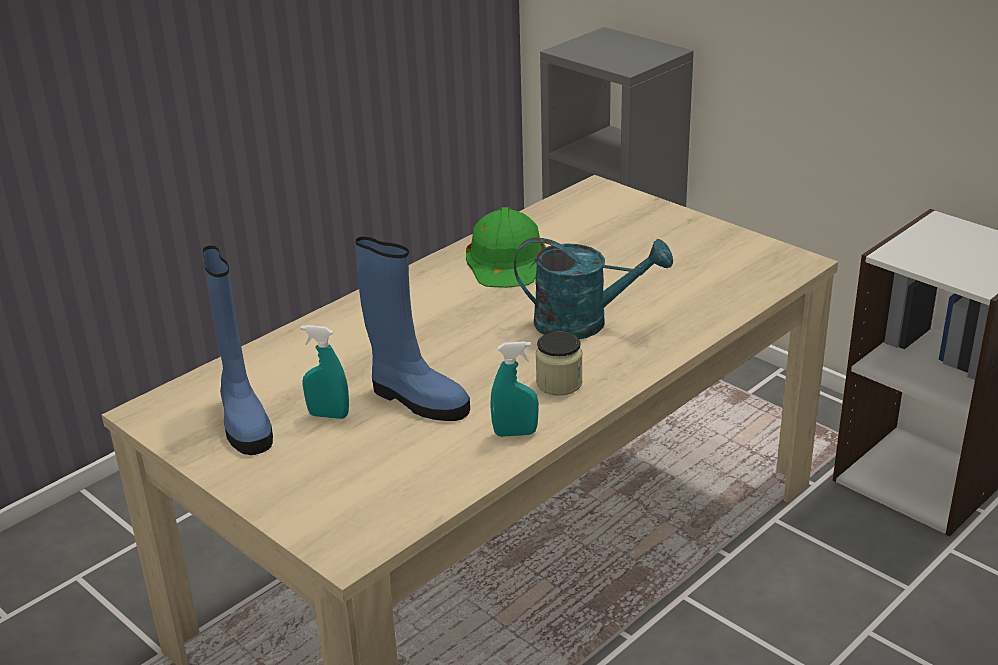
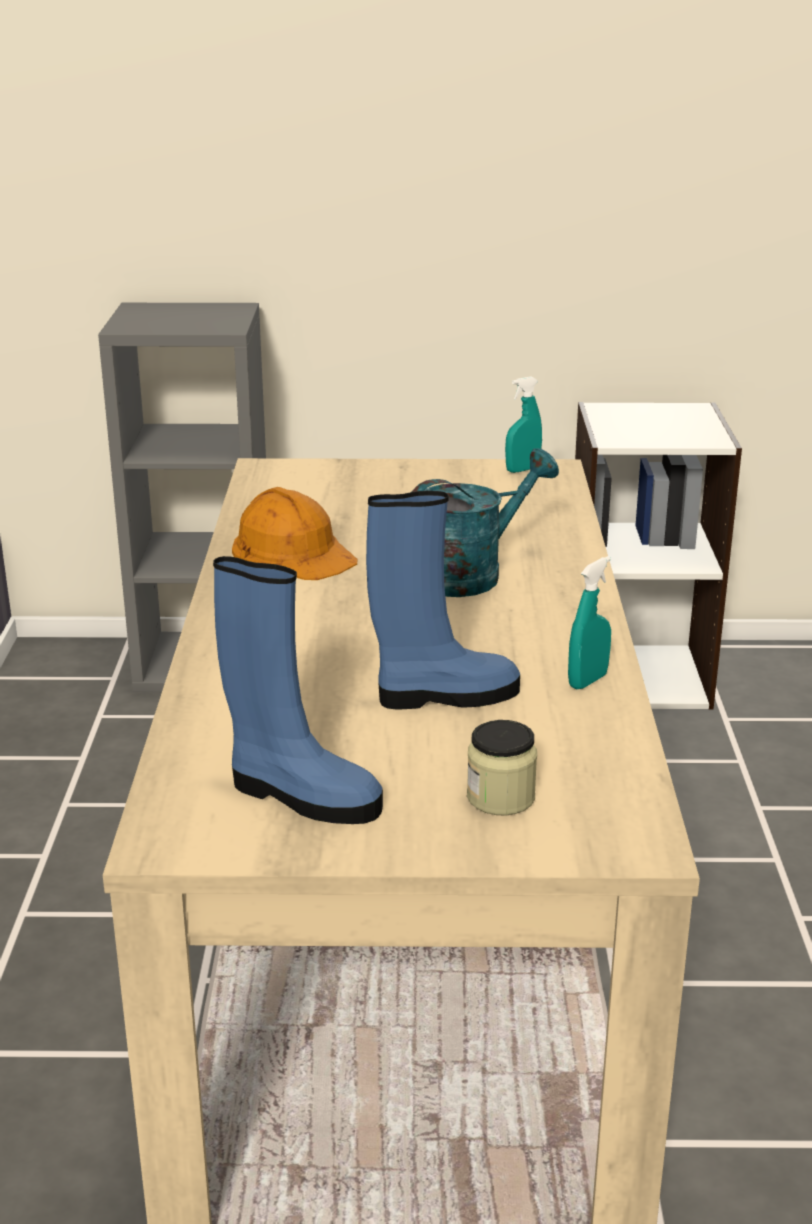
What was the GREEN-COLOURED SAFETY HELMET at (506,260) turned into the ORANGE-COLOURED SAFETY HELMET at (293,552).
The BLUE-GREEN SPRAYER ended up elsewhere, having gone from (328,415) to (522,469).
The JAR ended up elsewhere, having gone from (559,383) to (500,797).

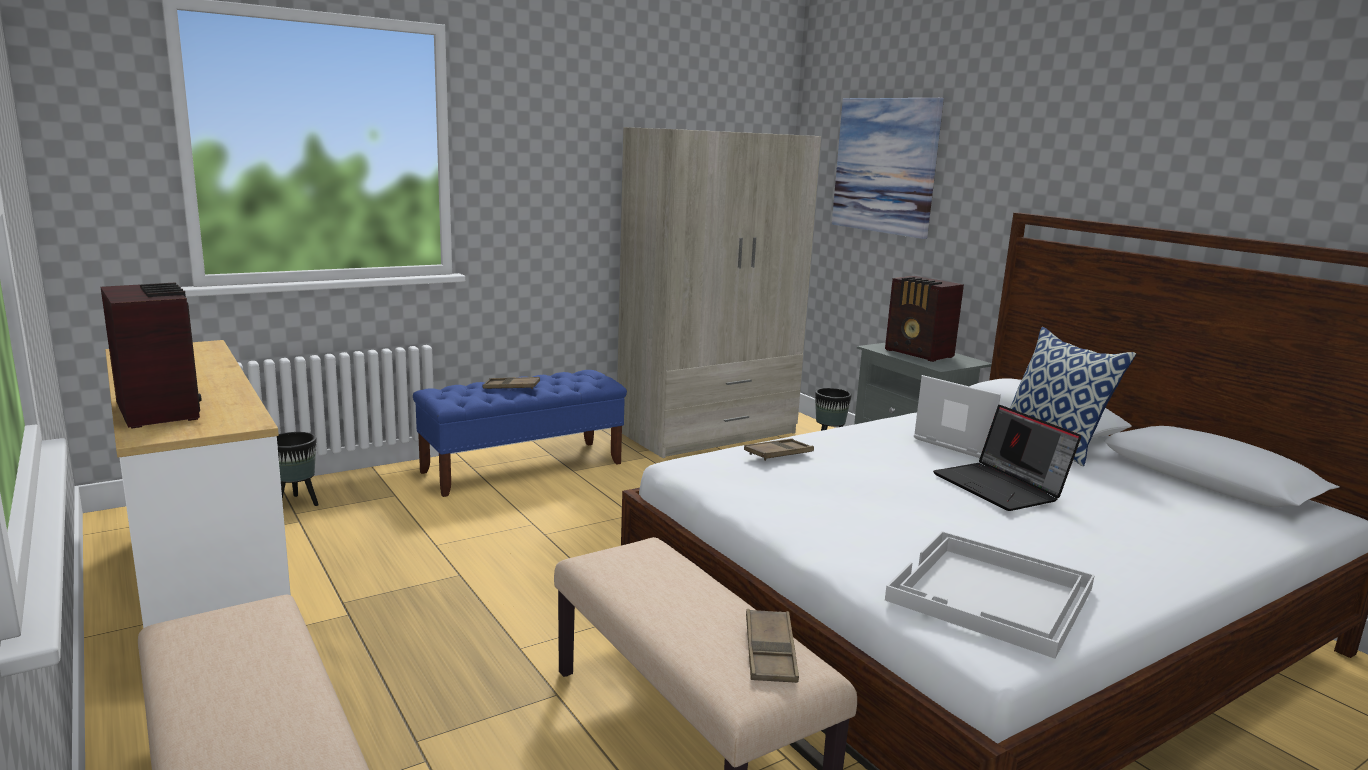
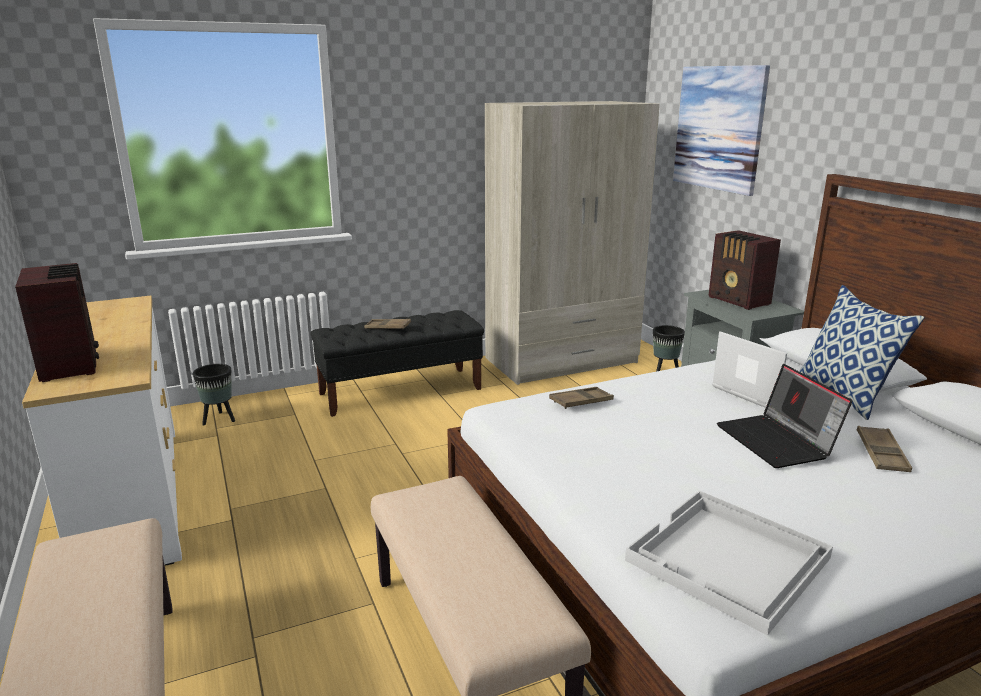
What was the BLUE-COLOURED INDOOR BENCH at (523,467) turned into the BLACKISH INDOOR BENCH at (401,391).
The BROWNISH TRAY ended up elsewhere, having gone from (770,652) to (881,454).

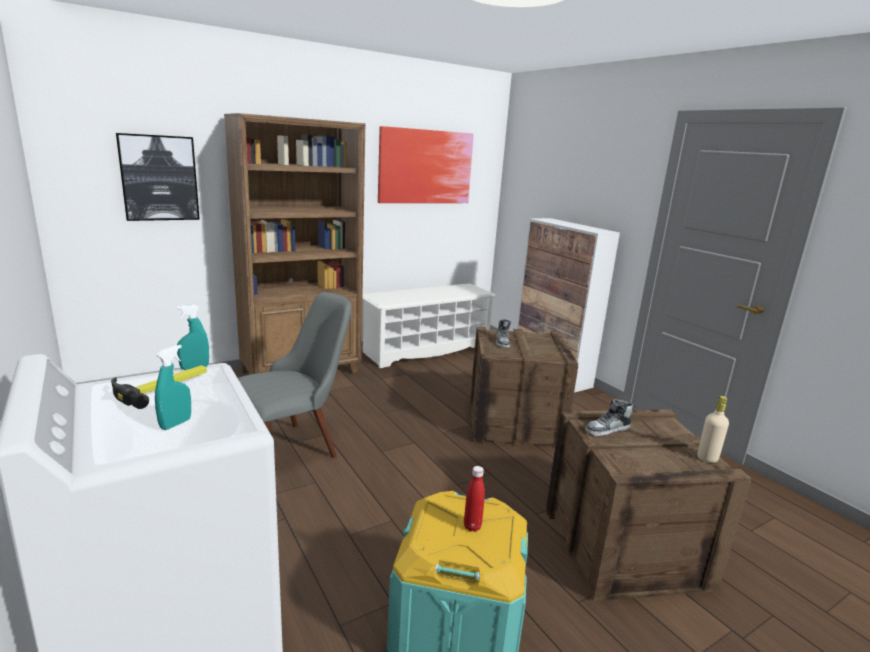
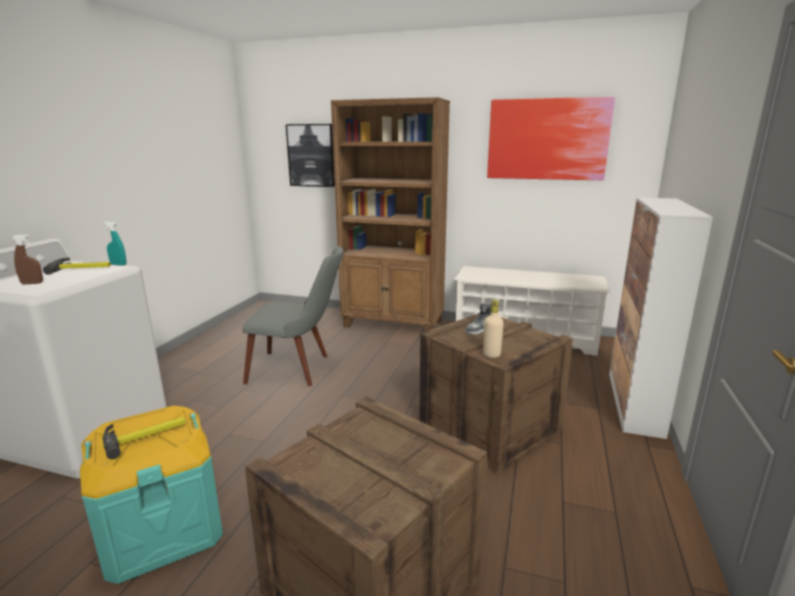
What was the BLUE-GREEN SPRAYER at (176,424) turned into the BROWNISH SPRAYER at (32,283).
The BEIGE BOTTLE ended up elsewhere, having gone from (707,458) to (491,355).
The second view lost the SHOE at (608,429).
Where the RED-COLOURED BOTTLE stood at (472,526), the HAND HAMMER came to stand at (145,435).

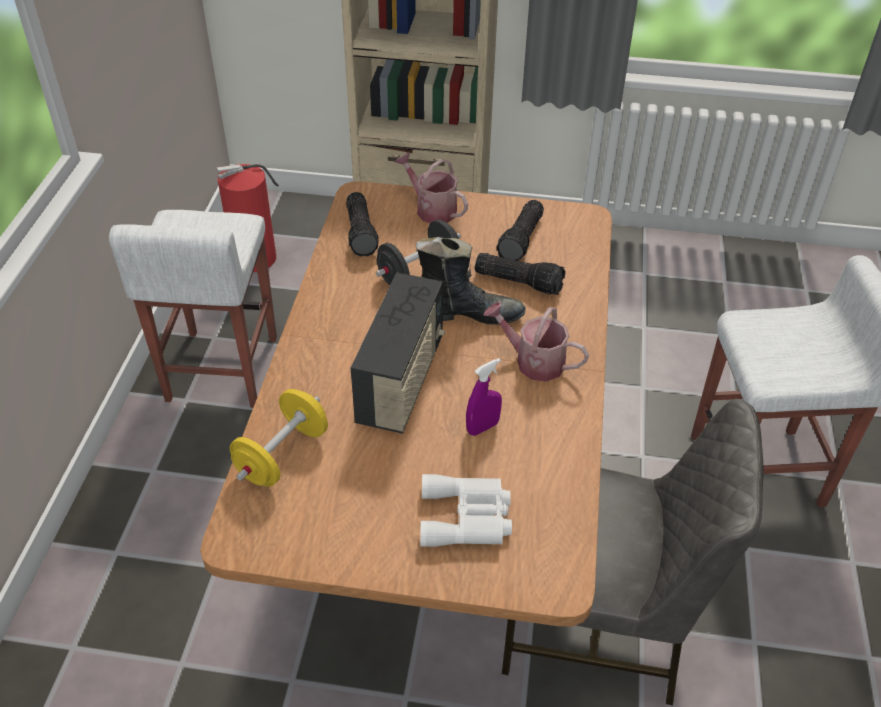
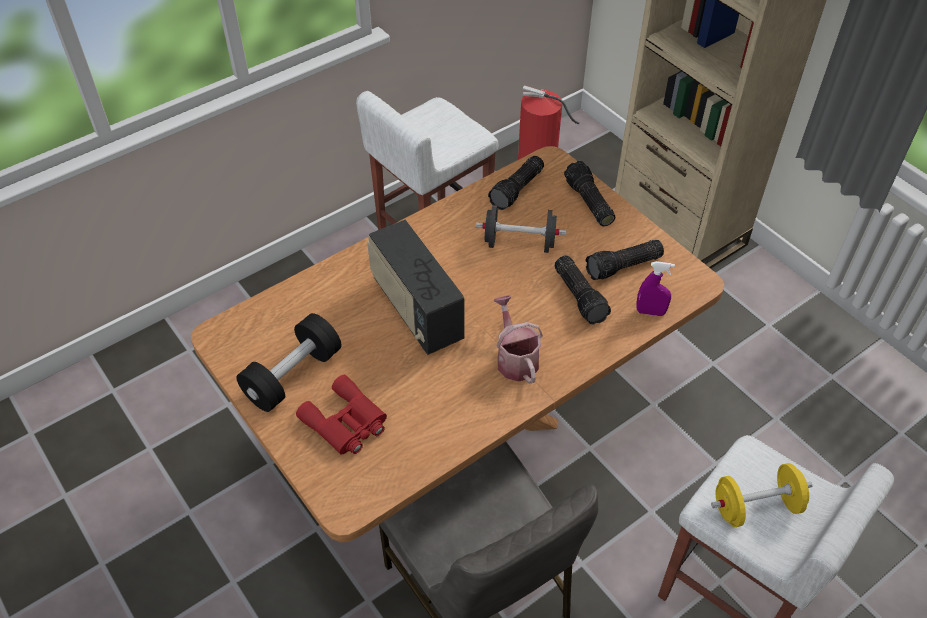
Where the WATERING POT stood at (432,209), the TORCH came to stand at (587,202).
The second view lost the BLACKISH BOOT at (469,314).
The RADIO RECEIVER at (402,381) ended up facing another way, 90 degrees clockwise from before.
The PURPLISH SPRAYER ended up elsewhere, having gone from (482,427) to (650,312).
The YELLOWISH FREE WEIGHT ended up elsewhere, having gone from (282,455) to (756,507).
What was the WHITE BINOCULARS at (467,518) turned into the RED-COLOURED BINOCULARS at (346,423).
The second view gained the BLACKISH FREE WEIGHT at (293,376).

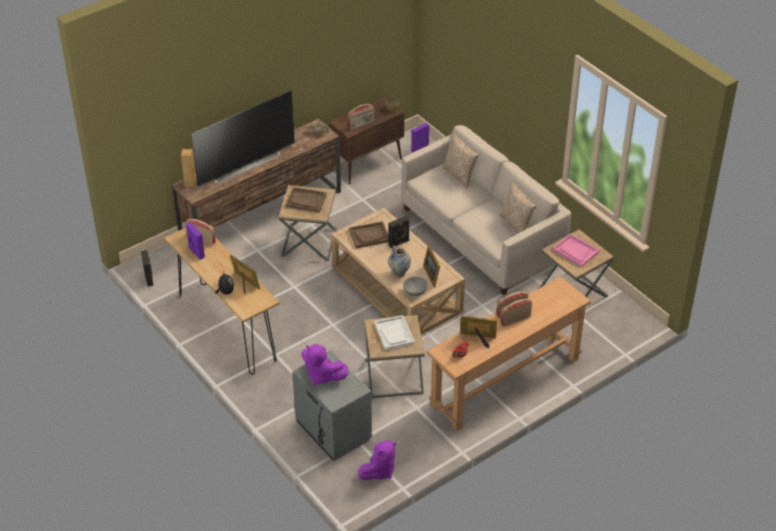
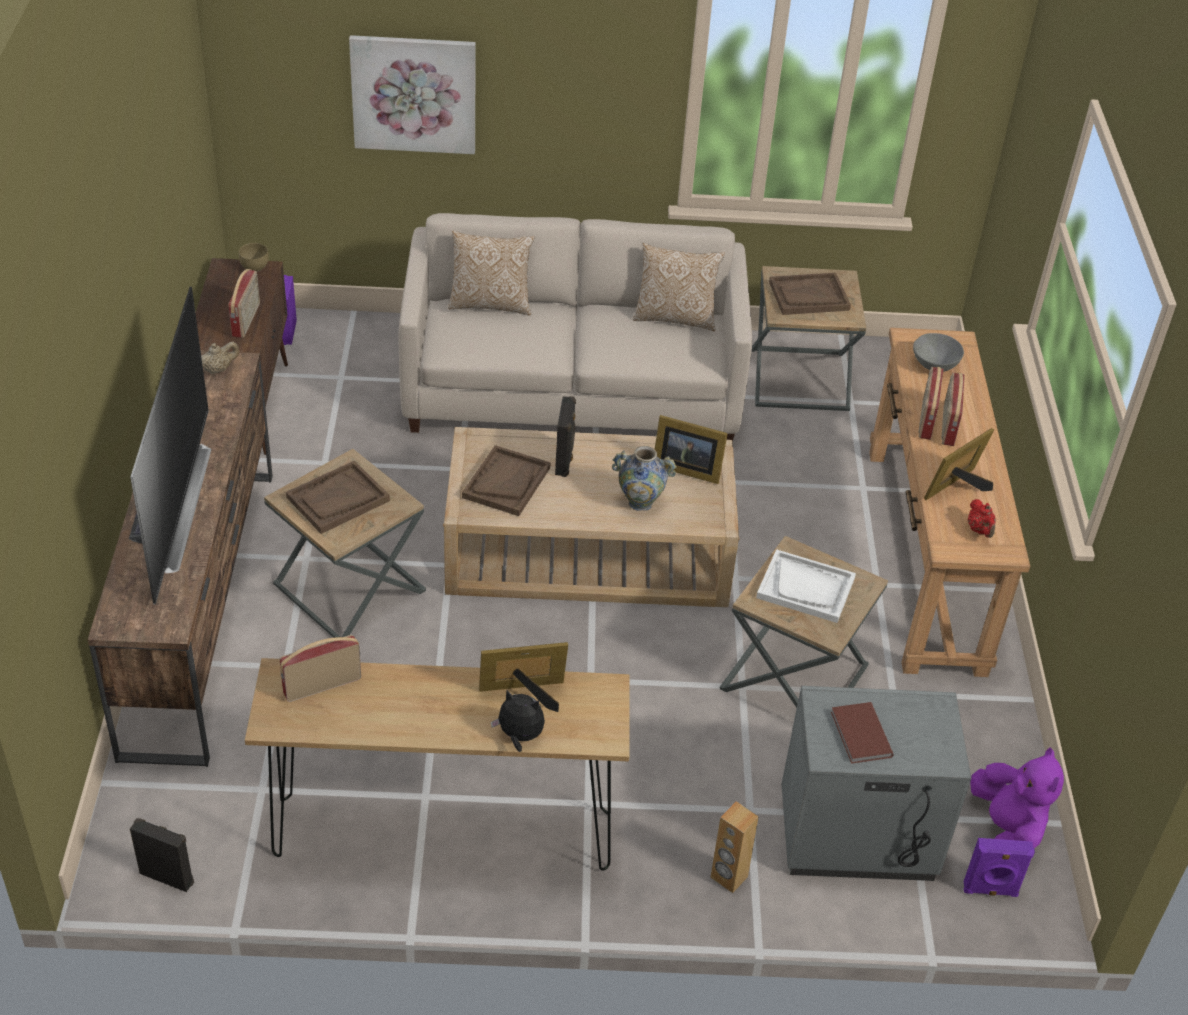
The BROWNISH LOUDSPEAKER ended up elsewhere, having gone from (190,183) to (728,877).
The PURPLISH LOUDSPEAKER ended up elsewhere, having gone from (196,252) to (990,891).
What was the PINKISH TRAY at (575,251) turned into the BROWNISH TRAY at (808,296).
The GREY BOWL ended up elsewhere, having gone from (414,292) to (934,365).
Where the PURPLISH SOFT TOY stood at (322,375), the BROWNISH BOOK came to stand at (859,735).
The second view gained the WALL ART at (414,93).

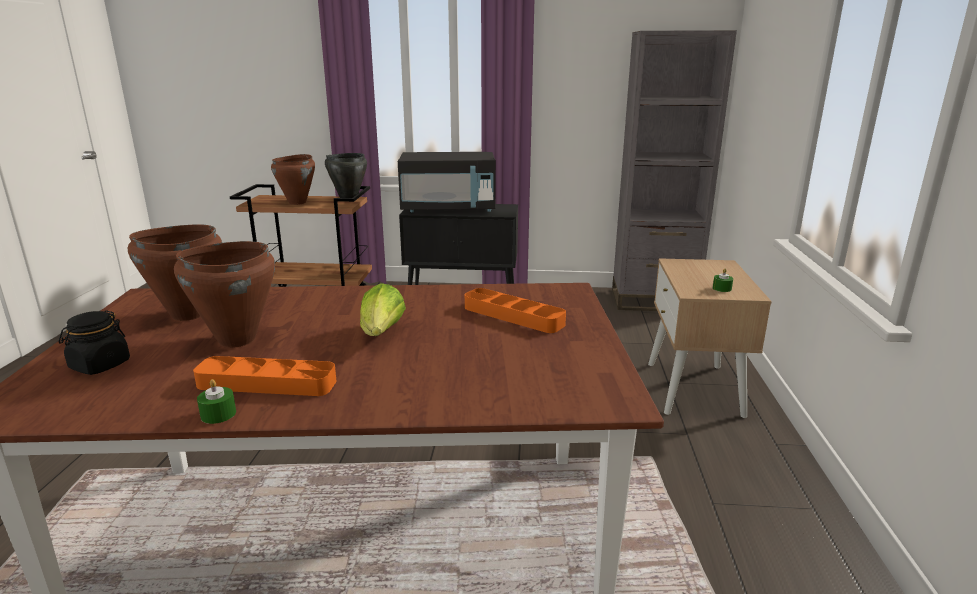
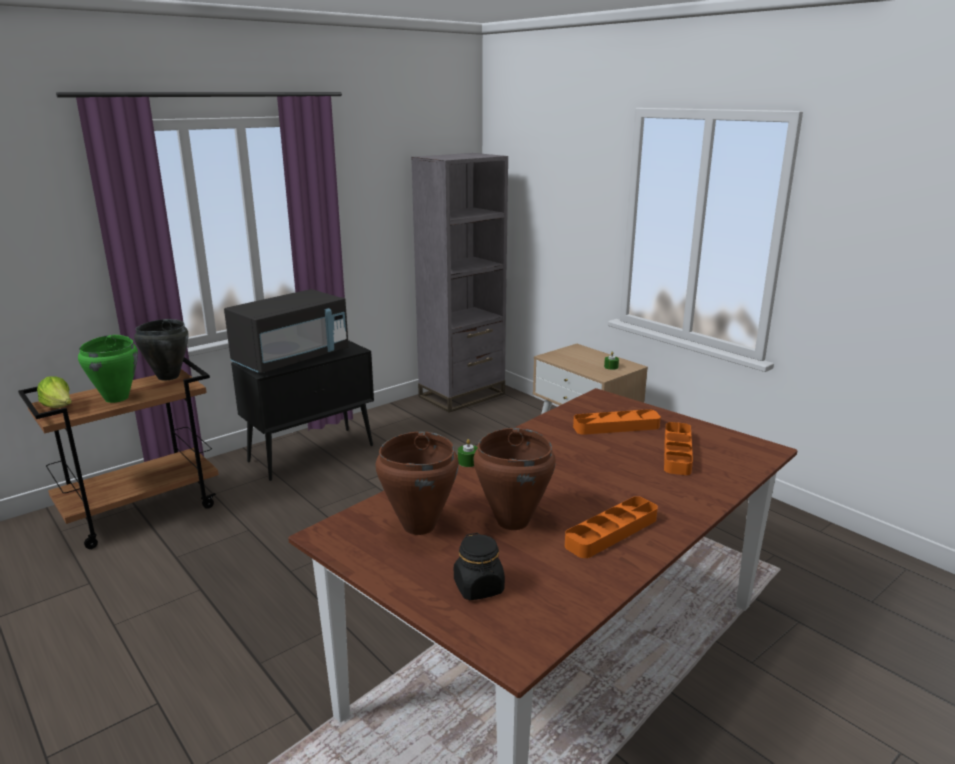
What was the BROWNISH COOKING POT at (298,202) turned into the GREEN-COLOURED COOKING POT at (117,398).
The HEAD OF LETTUCE ended up elsewhere, having gone from (382,333) to (59,407).
The GREEN-COLOURED WAX LIGHT ended up elsewhere, having gone from (218,414) to (468,462).
The second view gained the ORANGE-COLOURED TRAY at (677,452).

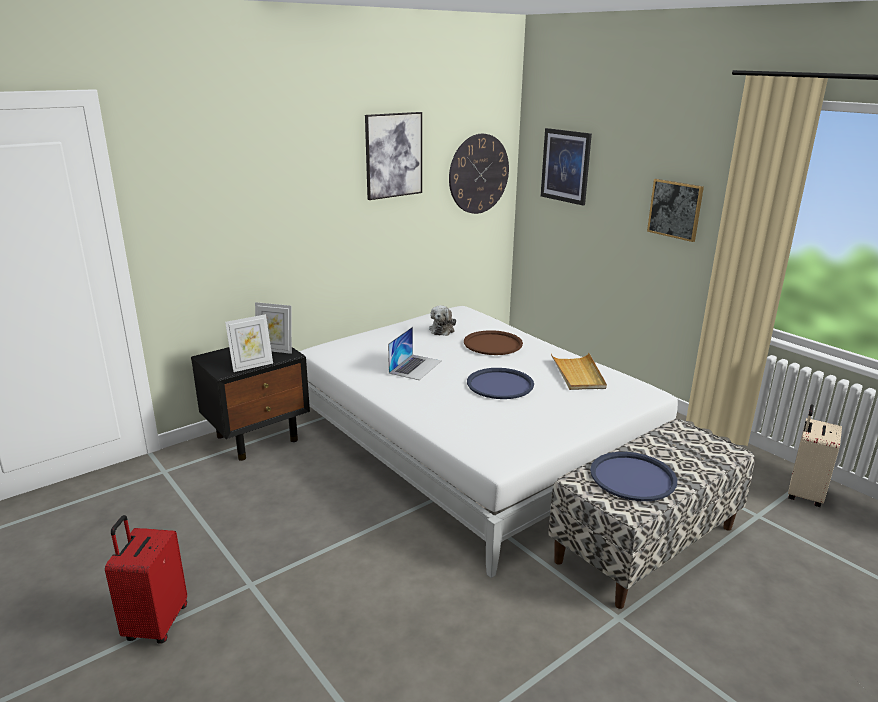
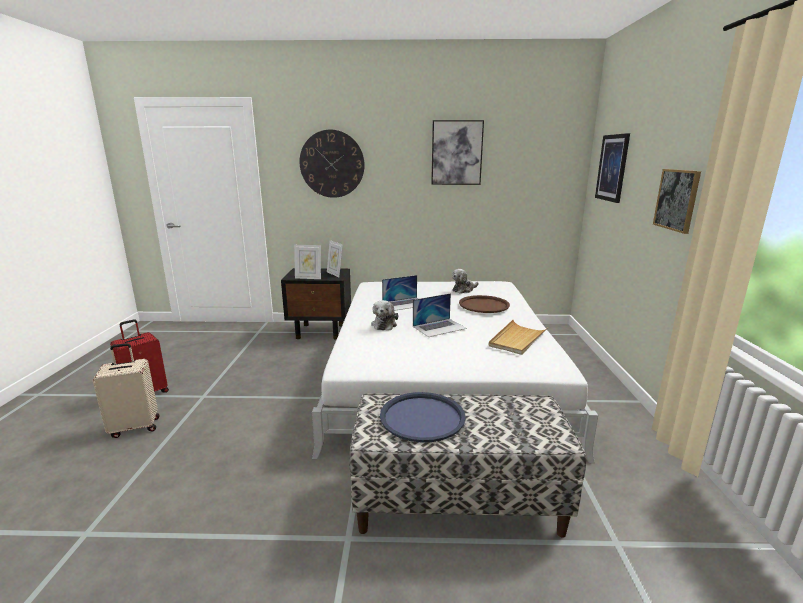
The WALL CLOCK ended up elsewhere, having gone from (479,174) to (332,164).
Where the BLUE-COLOURED TRAY stood at (500,384), the LAPTOP came to stand at (439,327).
The BEIGE SUITCASE ended up elsewhere, having gone from (803,494) to (135,427).
The second view gained the SOFT TOY at (384,324).

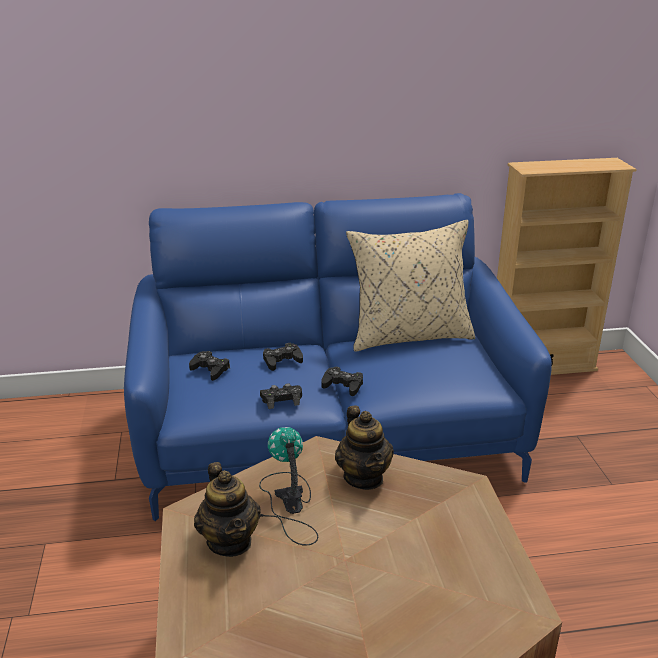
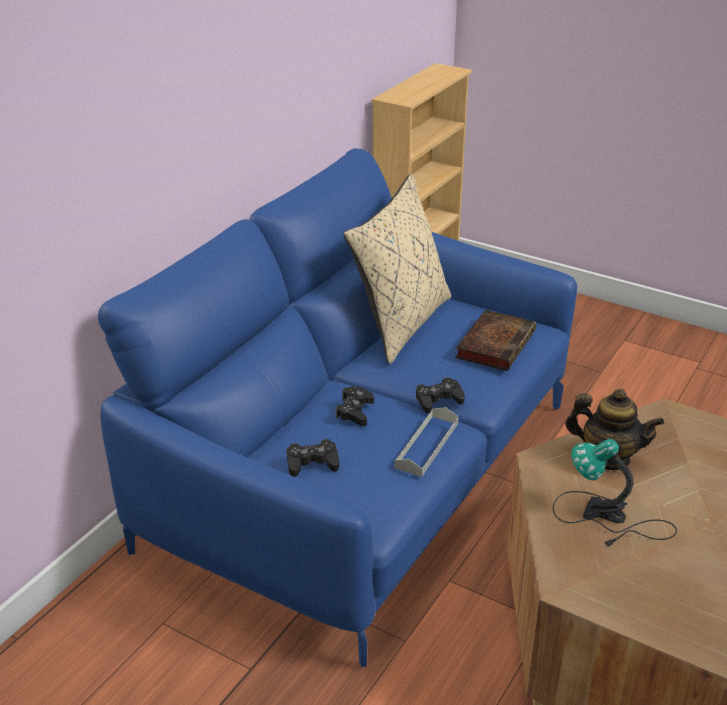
Where the BLACKISH GAMEPAD stood at (281,400), the GREY TRAY came to stand at (427,445).
The second view lost the TEA POT at (230,541).
The second view gained the BOOK at (495,344).

